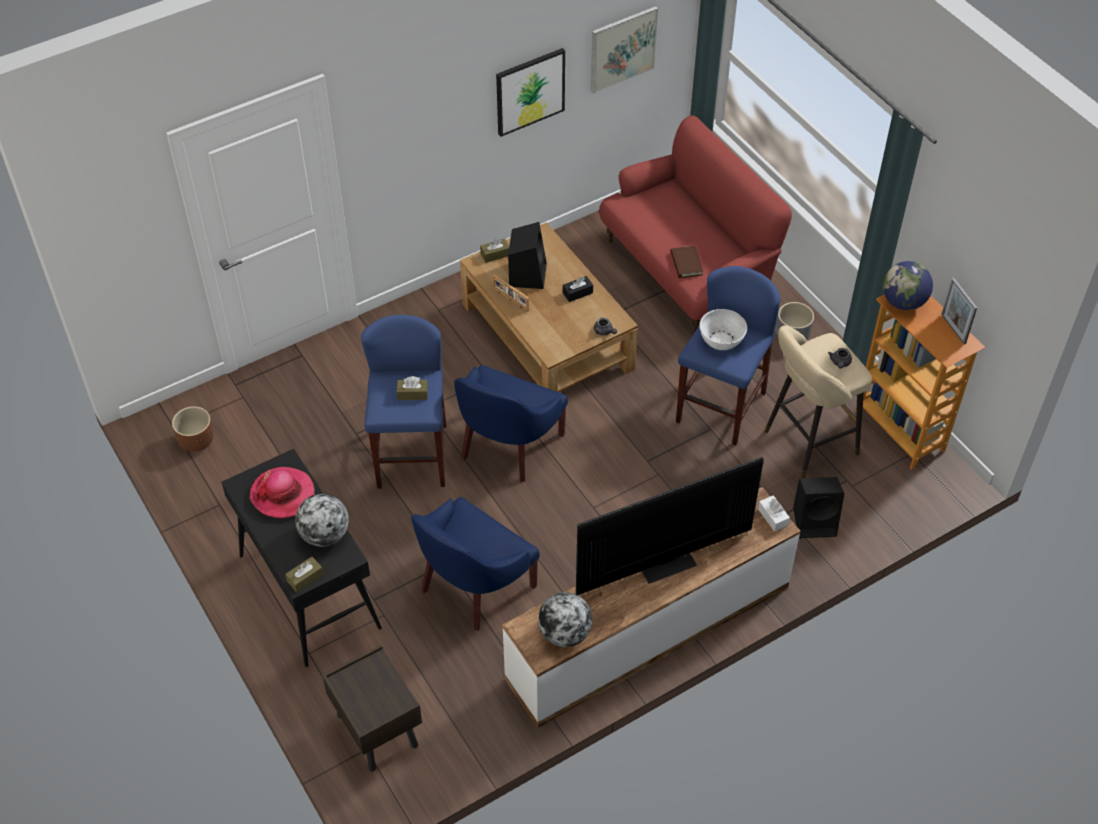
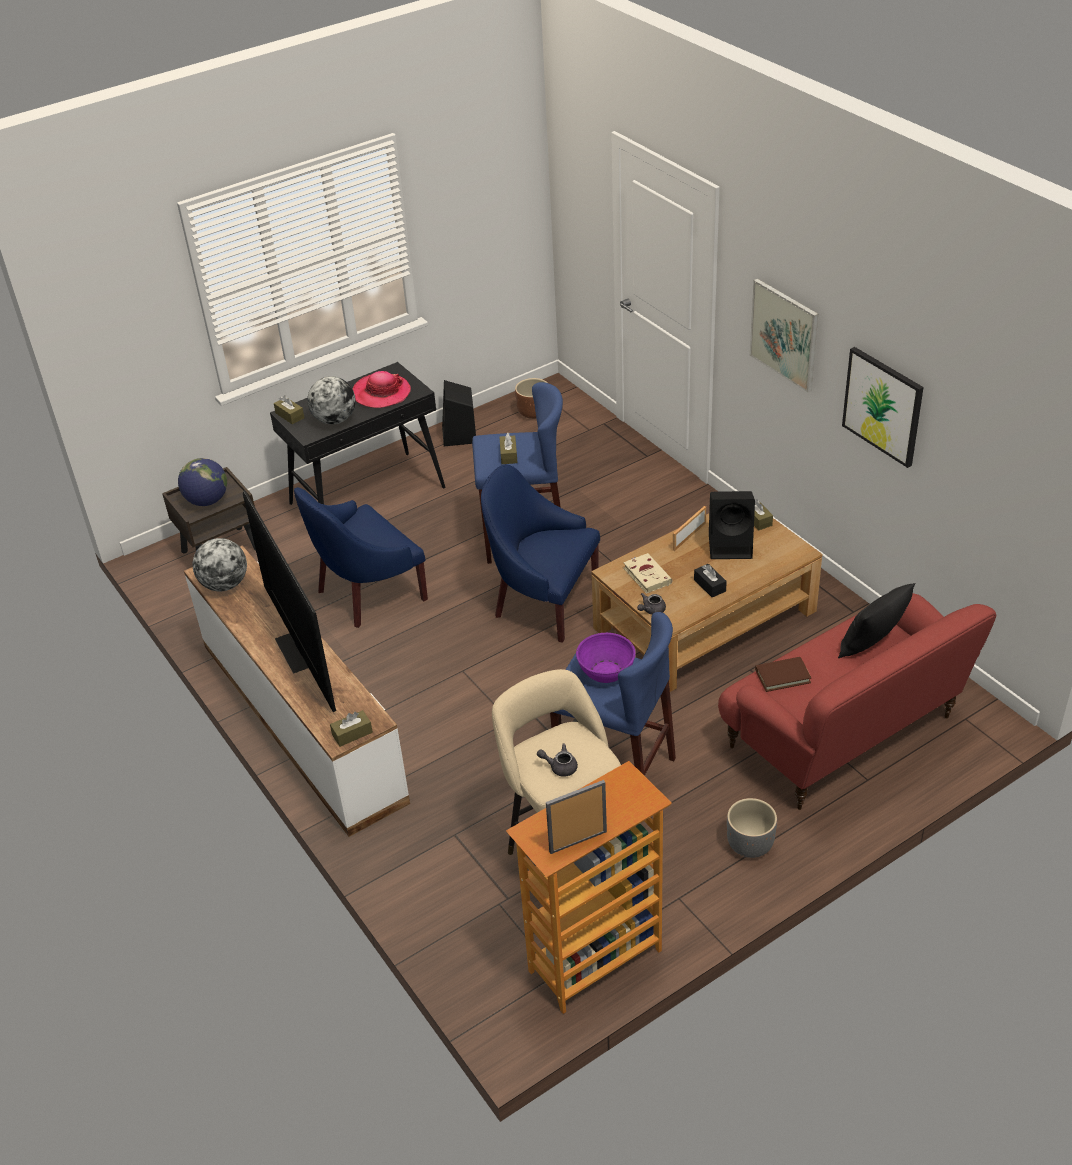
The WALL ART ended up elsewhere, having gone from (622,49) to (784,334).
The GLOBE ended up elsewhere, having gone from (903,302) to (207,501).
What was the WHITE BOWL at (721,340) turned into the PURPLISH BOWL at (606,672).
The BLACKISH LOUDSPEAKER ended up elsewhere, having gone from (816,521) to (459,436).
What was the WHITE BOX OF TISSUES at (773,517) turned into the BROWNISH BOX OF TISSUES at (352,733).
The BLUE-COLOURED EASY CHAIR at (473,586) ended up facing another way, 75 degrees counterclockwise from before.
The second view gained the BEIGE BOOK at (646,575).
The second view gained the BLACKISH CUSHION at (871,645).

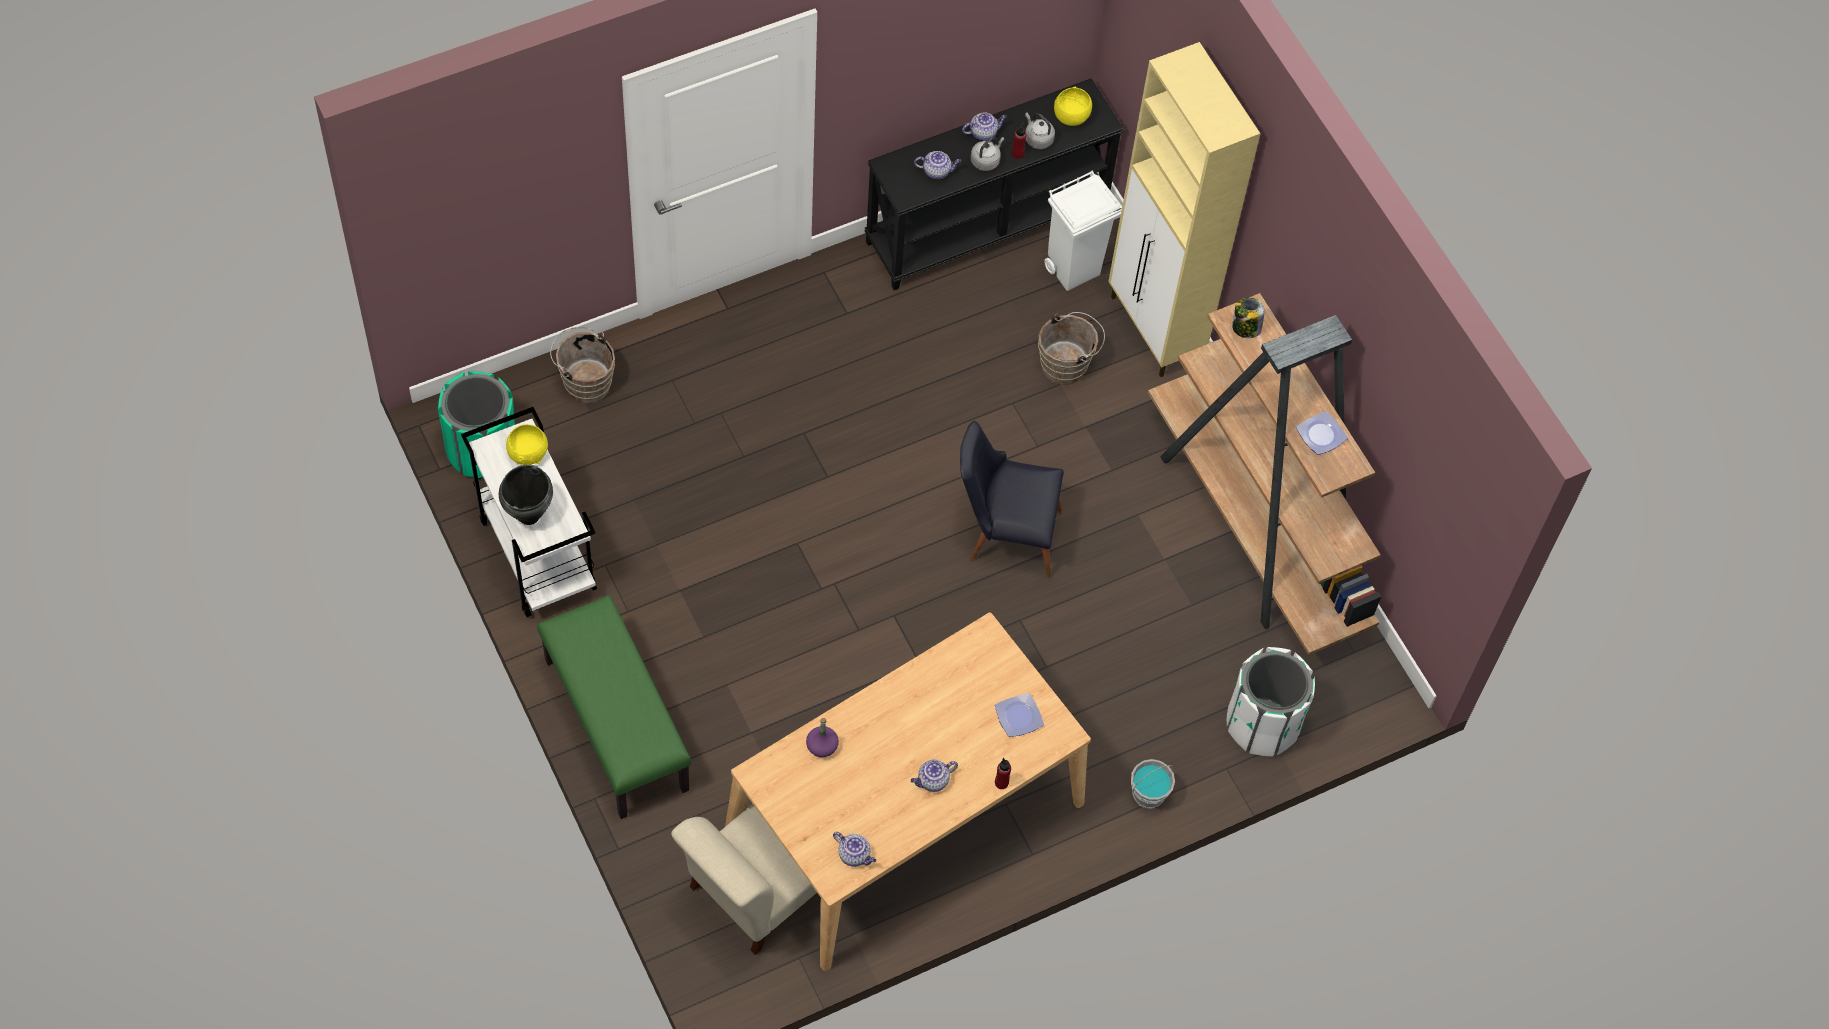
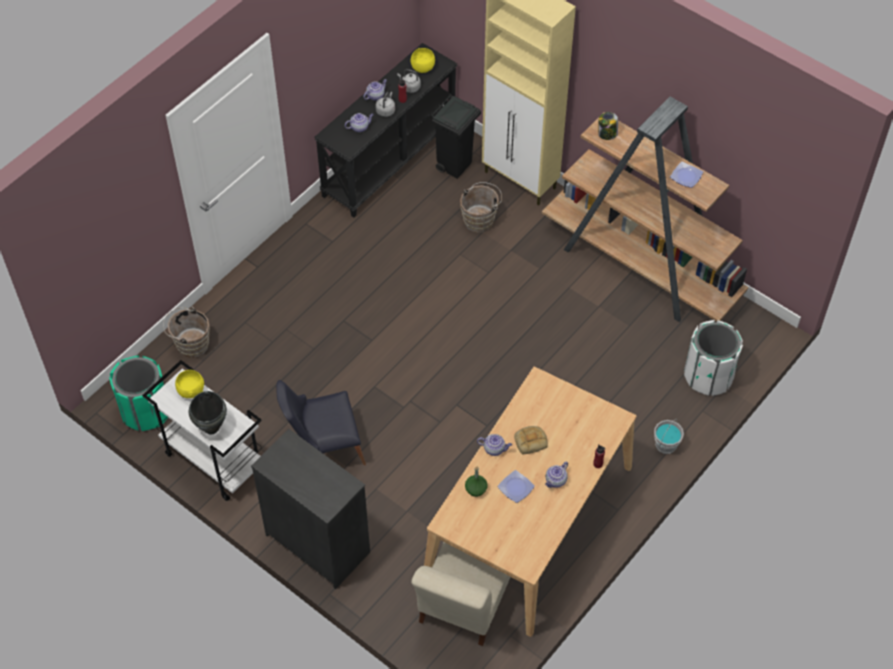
What was the WHITE TRASH CAN at (1074,270) turned into the BLACKISH TRASH CAN at (455,165).
The BLACKISH CHAIR ended up elsewhere, having gone from (1004,533) to (323,448).
Where the GREEN-COLOURED INDOOR BENCH stood at (615,725), the BLACKISH DRESSER came to stand at (318,543).
The FLAT DISH ended up elsewhere, having gone from (1019,717) to (516,488).
What was the PURPLISH BOTTLE at (821,746) turned into the GREEN-COLOURED BOTTLE at (475,489).
The TEA POT ended up elsewhere, having gone from (855,855) to (494,449).
The second view gained the BAKED BREAD at (531,441).

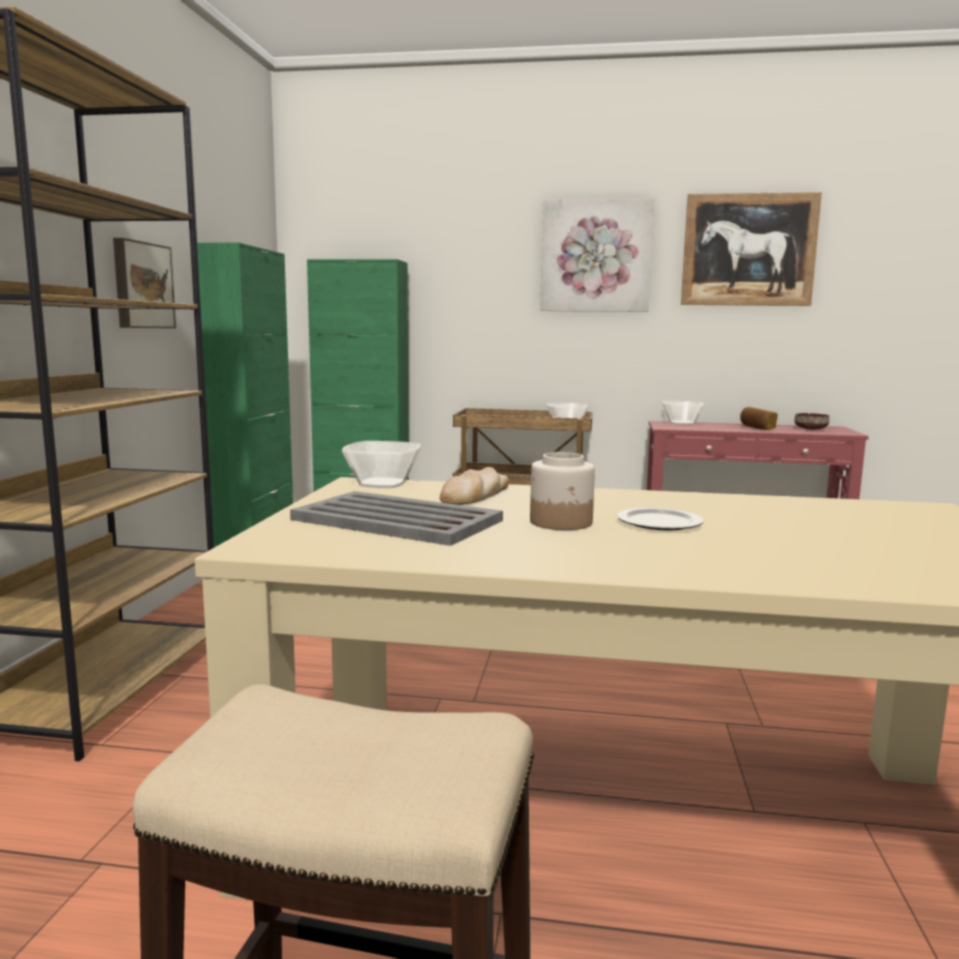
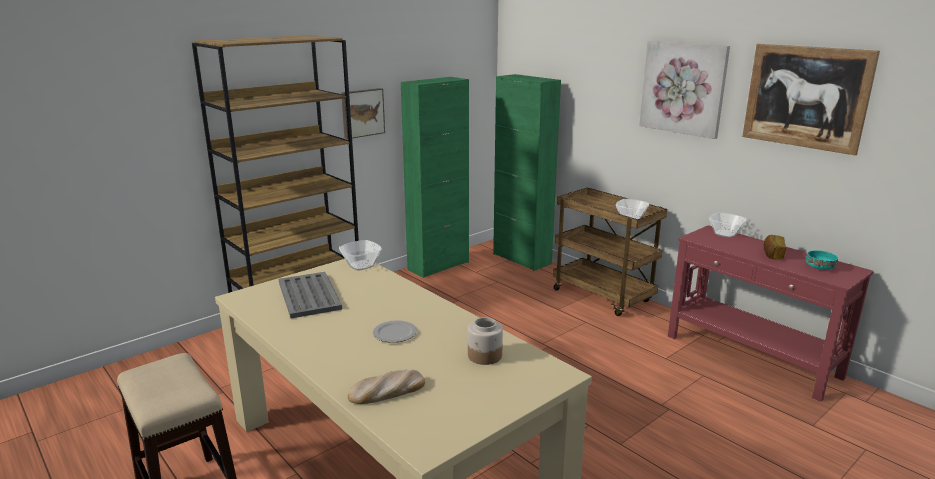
What was the BROWNISH BOWL at (810,429) turned into the BLUE-GREEN BOWL at (819,267).
The JAR ended up elsewhere, having gone from (561,522) to (485,356).
The BAKED BREAD ended up elsewhere, having gone from (475,494) to (387,391).

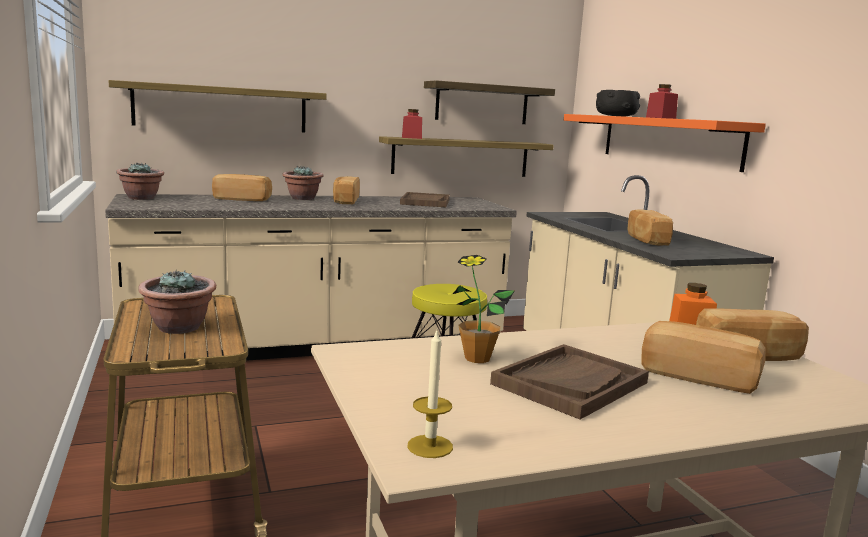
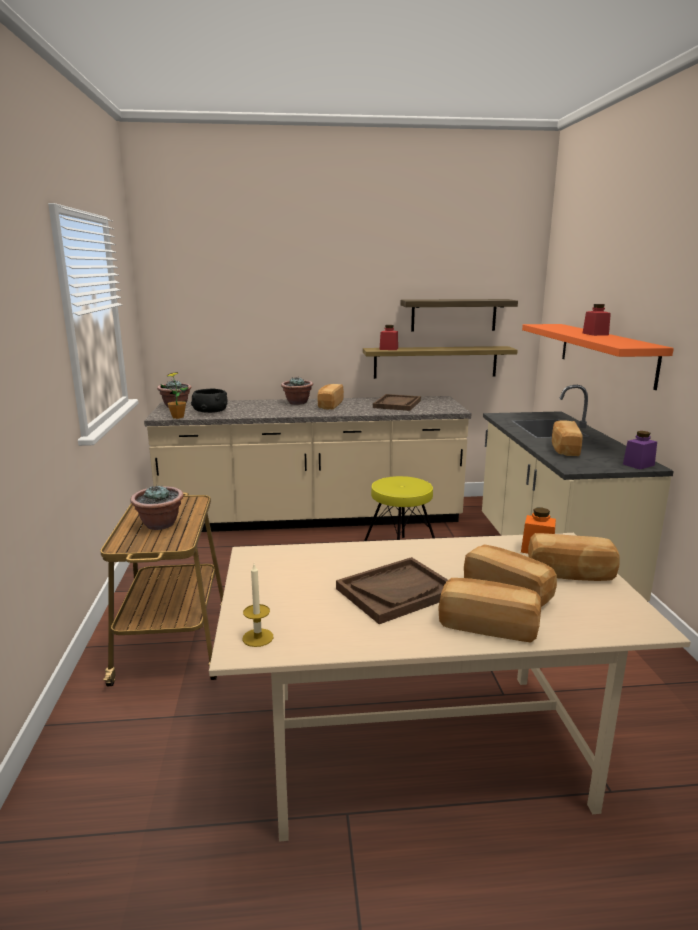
The second view lost the WALL SHELF at (221,108).
The BLACKISH BOWL ended up elsewhere, having gone from (615,116) to (210,411).
The BAKED BREAD ended up elsewhere, having gone from (242,199) to (488,625).
The PLANT IN A POT ended up elsewhere, having gone from (477,358) to (178,417).
The second view gained the PURPLISH JAR at (638,465).

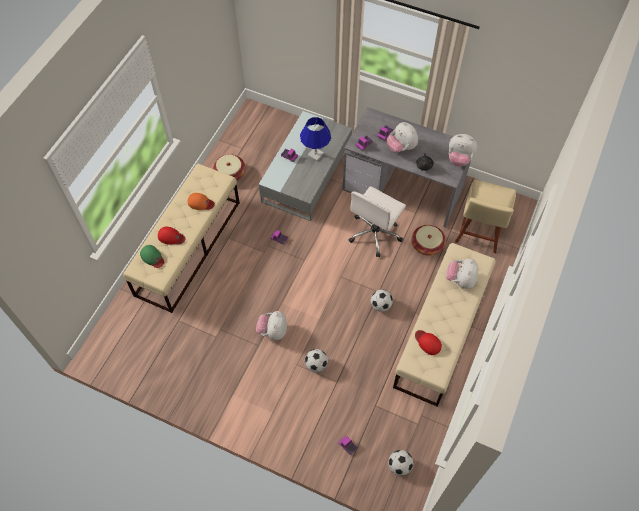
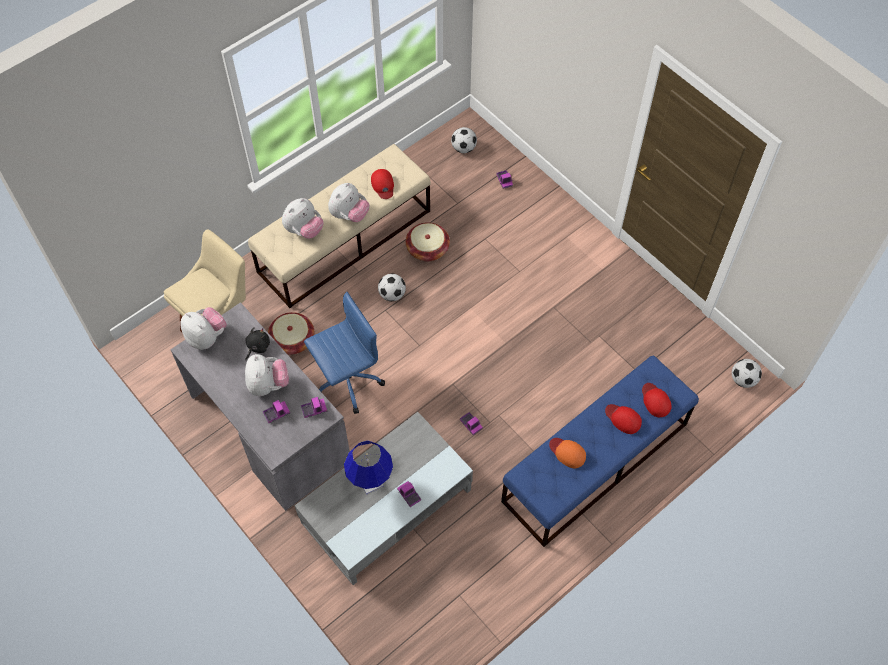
The BASKET ended up elsewhere, having gone from (230,174) to (427,249).
What was the BEIGE INDOOR BENCH at (188,247) turned into the BLUE-COLOURED INDOOR BENCH at (595,463).
What was the WHITE DESK CHAIR at (375,233) turned into the BLUE-COLOURED DESK CHAIR at (346,381).
What was the GREEN-COLOURED CAP at (152,257) turned into the RED-COLOURED CAP at (655,401).
The SOFT TOY ended up elsewhere, having gone from (273,331) to (349,215).
The FOOTBALL ended up elsewhere, having gone from (316,364) to (743,379).

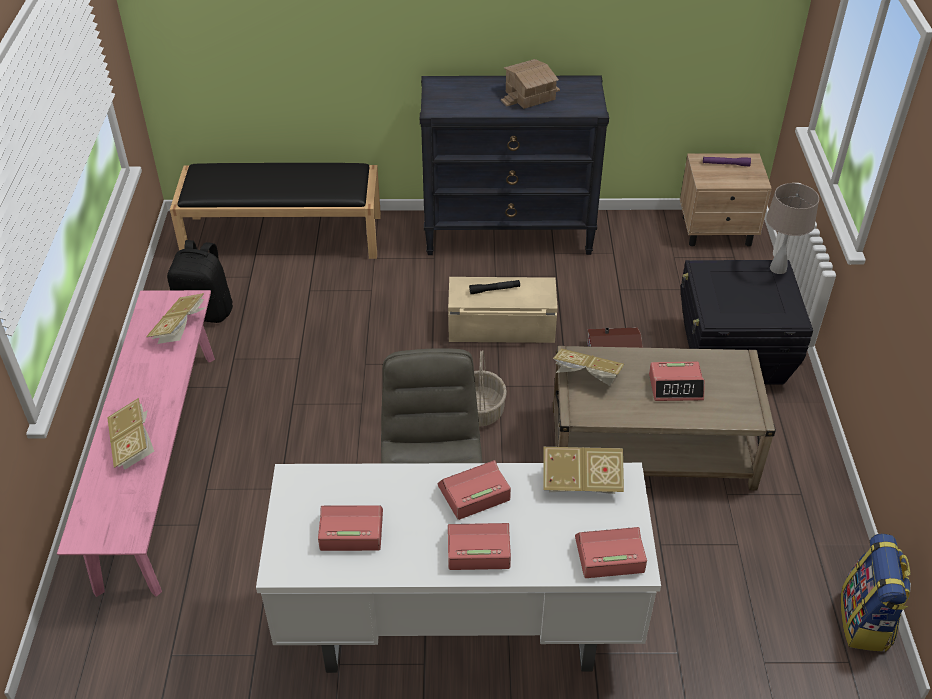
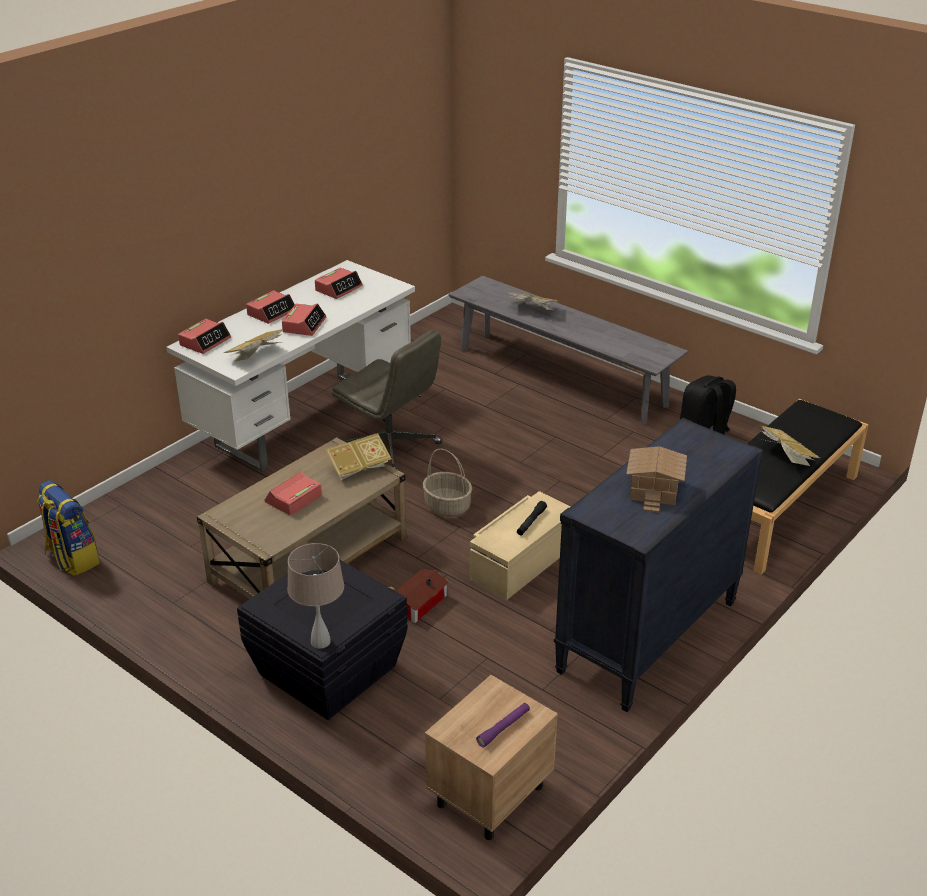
What was the PINKISH INDOOR BENCH at (159,464) turned into the GREY INDOOR BENCH at (561,376).
The BOOK ended up elsewhere, having gone from (180,329) to (786,457).

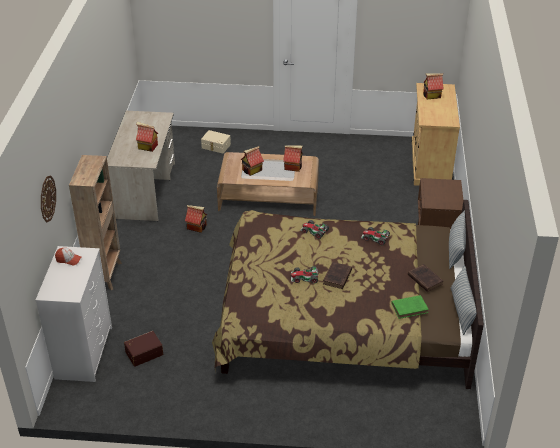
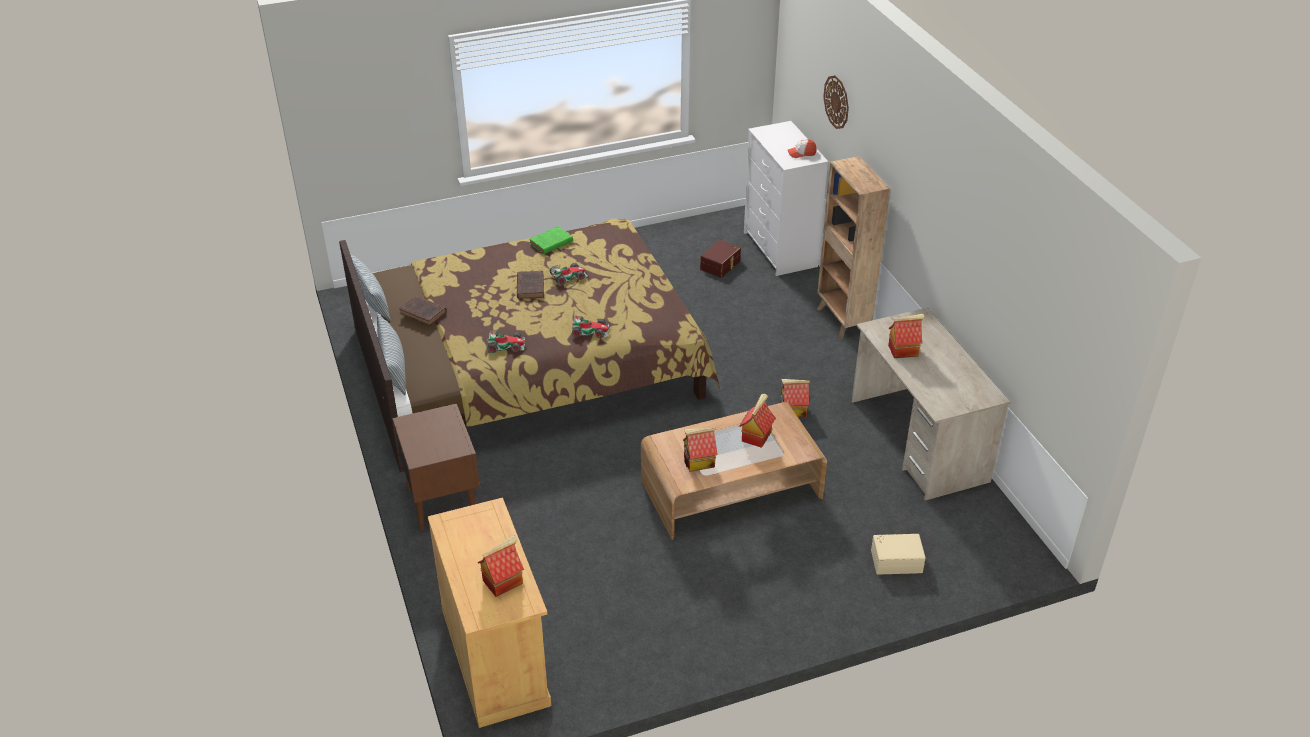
The GREEN-COLOURED BOOK ended up elsewhere, having gone from (410,308) to (550,243).

